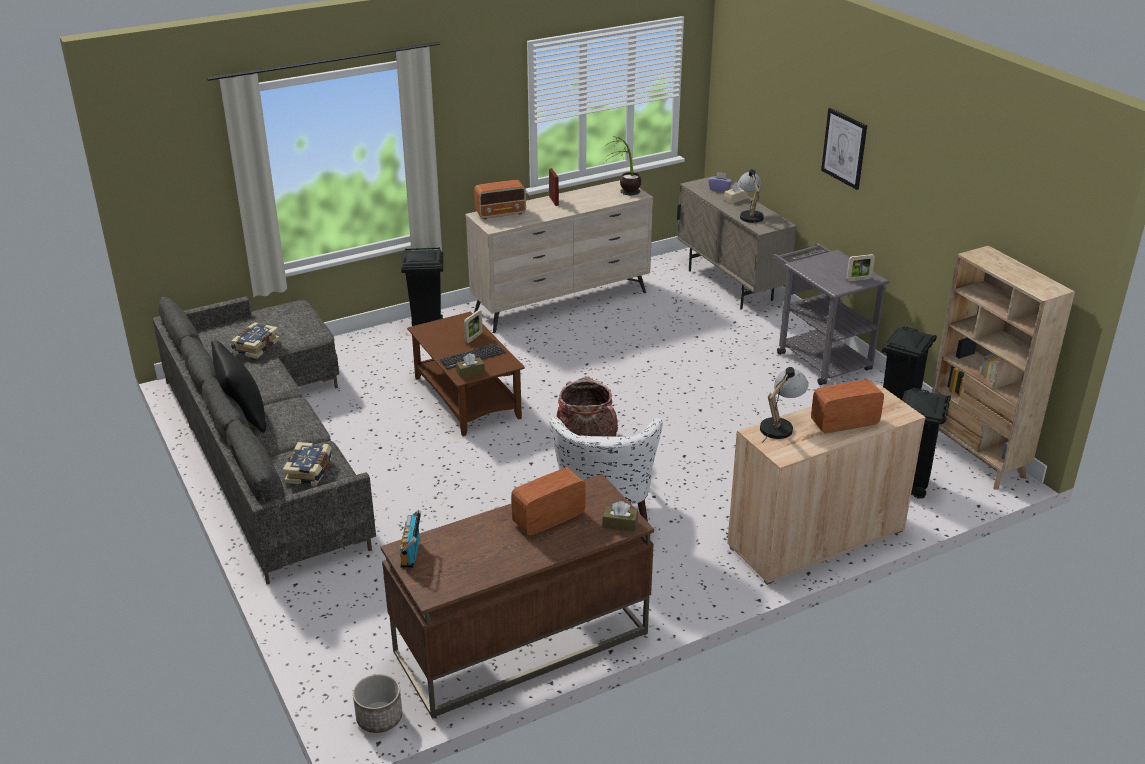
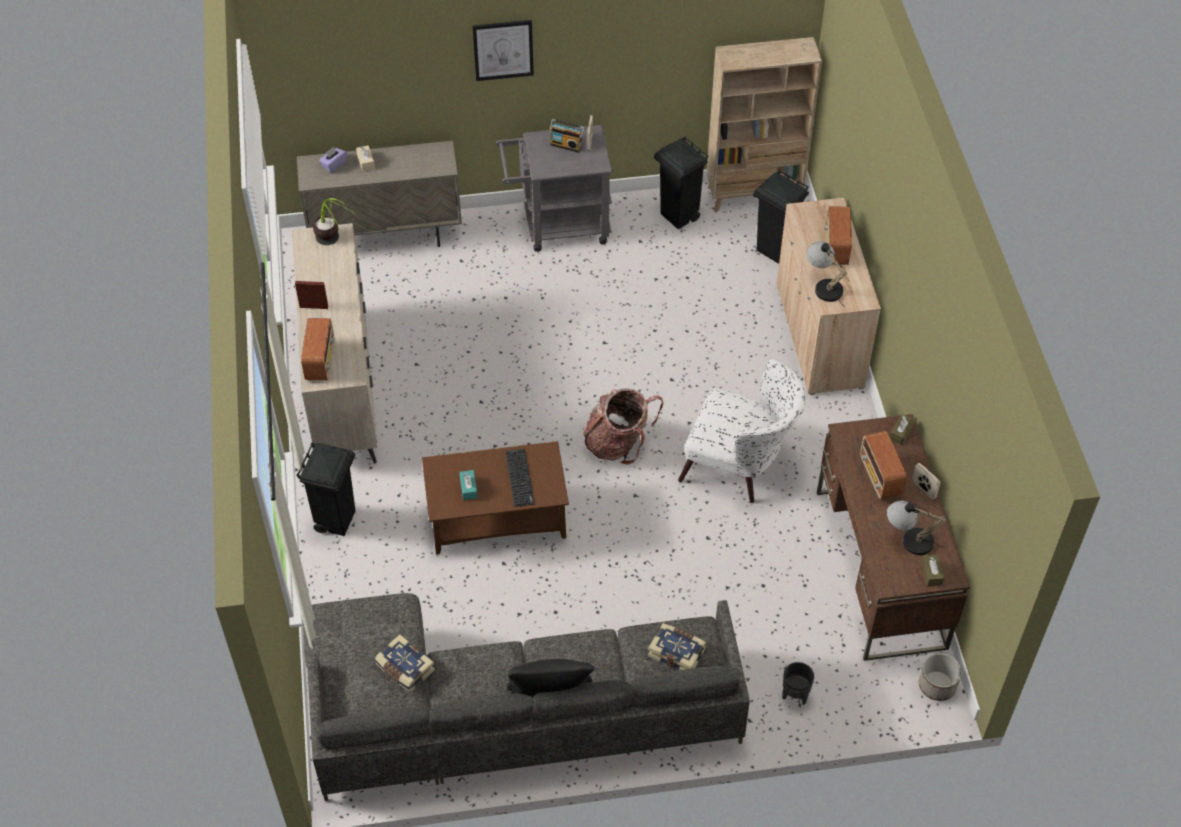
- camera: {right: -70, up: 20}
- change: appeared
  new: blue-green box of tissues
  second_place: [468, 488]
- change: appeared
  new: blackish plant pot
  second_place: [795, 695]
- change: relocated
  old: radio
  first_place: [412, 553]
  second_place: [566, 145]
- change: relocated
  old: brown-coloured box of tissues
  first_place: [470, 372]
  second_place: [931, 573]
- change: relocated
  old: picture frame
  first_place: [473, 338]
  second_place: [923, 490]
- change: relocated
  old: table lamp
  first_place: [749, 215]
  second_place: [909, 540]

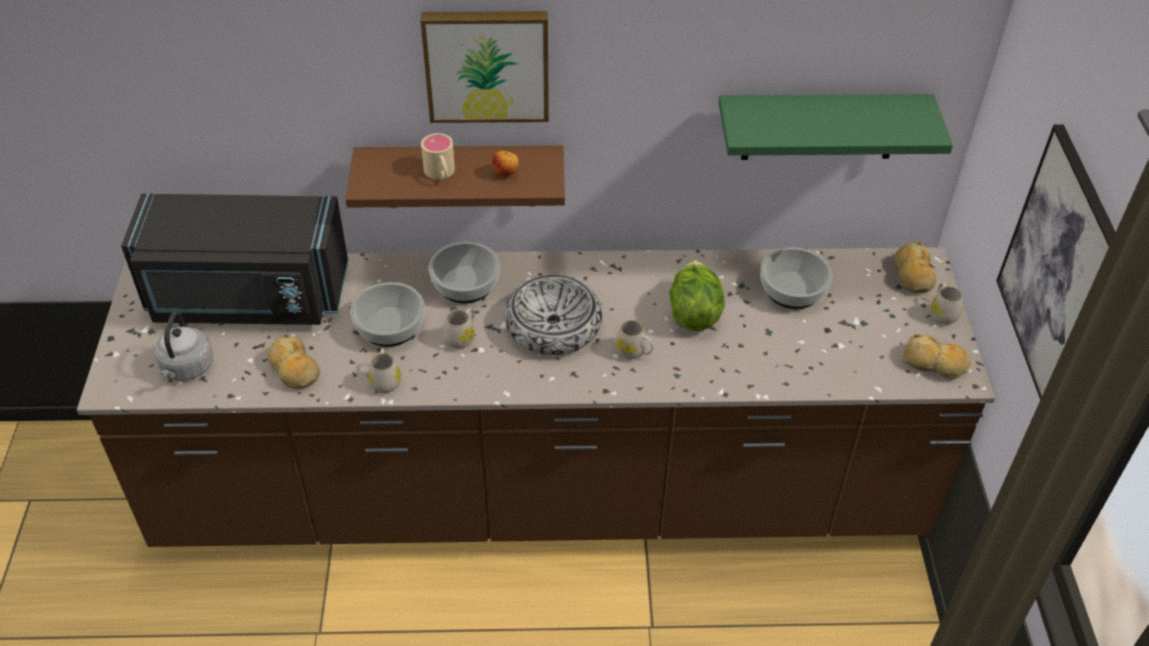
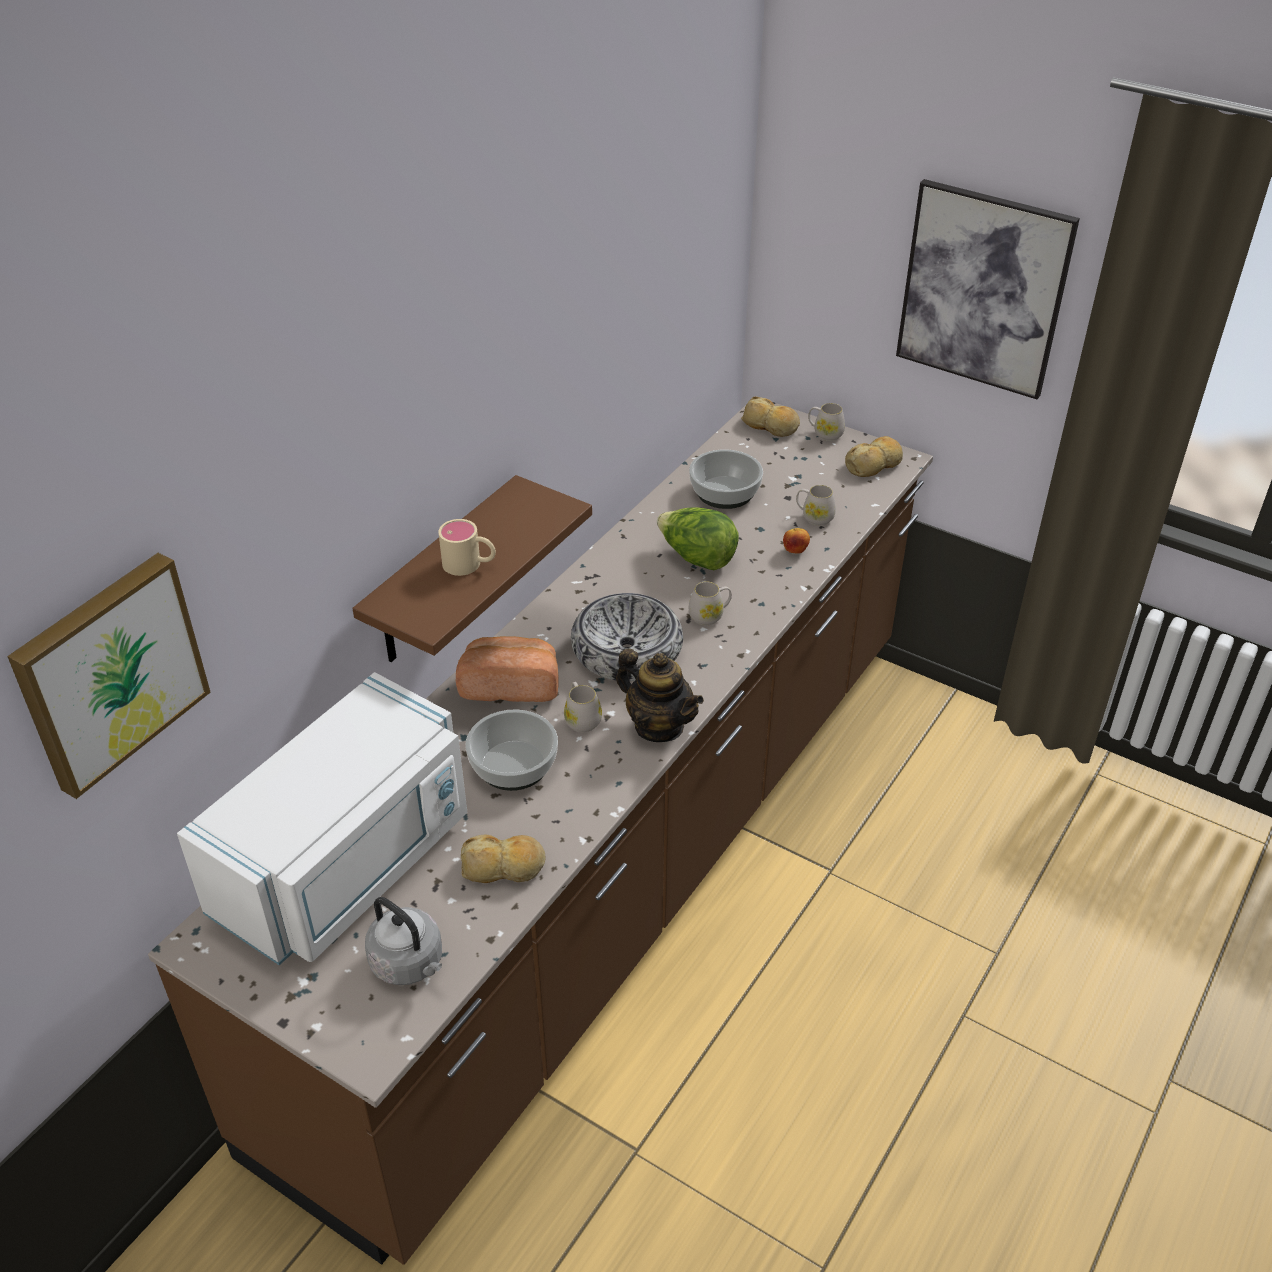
- camera: {right: -55, up: -5}
- change: missing
  old: greenish bracket shelf
  first_place: [820, 126]
- change: appeared
  new: tea pot
  second_place: [659, 726]
- change: relocated
  old: white mug
  first_place: [385, 380]
  second_place: [814, 517]
- change: relocated
  old: wall picture
  first_place: [487, 64]
  second_place: [109, 671]
- change: relocated
  old: apple fruit
  first_place: [506, 173]
  second_place: [795, 551]
- change: exchanged
  old: serving bowl
  new: bread
  first_place: [465, 285]
  second_place: [510, 684]
- change: colour
  old: blackish microwave oven
  new: white microwave oven
  first_place: [247, 298]
  second_place: [349, 864]

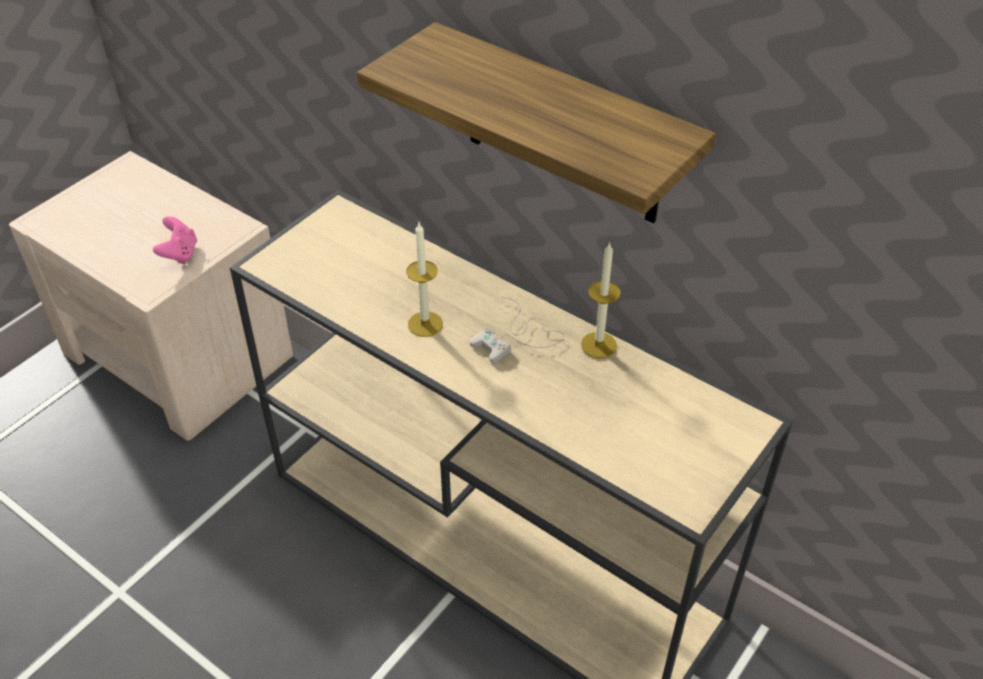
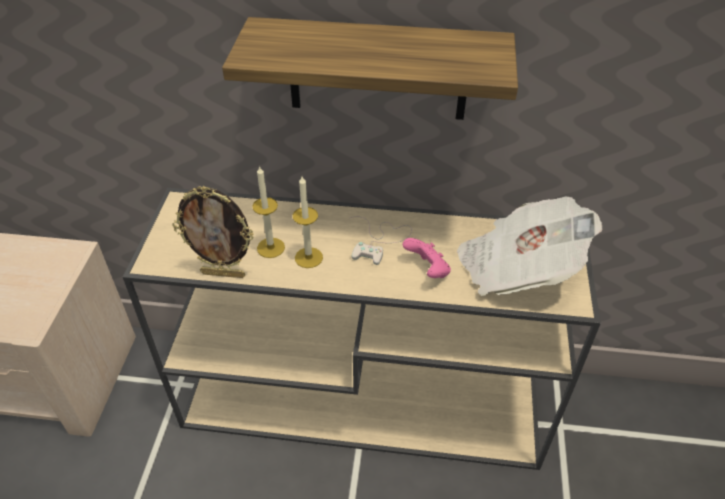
- camera: {right: -30, up: 0}
- change: appeared
  new: picture frame
  second_place: [224, 273]
- change: appeared
  new: daily paper
  second_place: [518, 268]
- change: relocated
  old: pink-coloured joypad
  first_place: [179, 254]
  second_place: [427, 270]
- change: relocated
  old: wax light
  first_place: [598, 345]
  second_place: [271, 248]

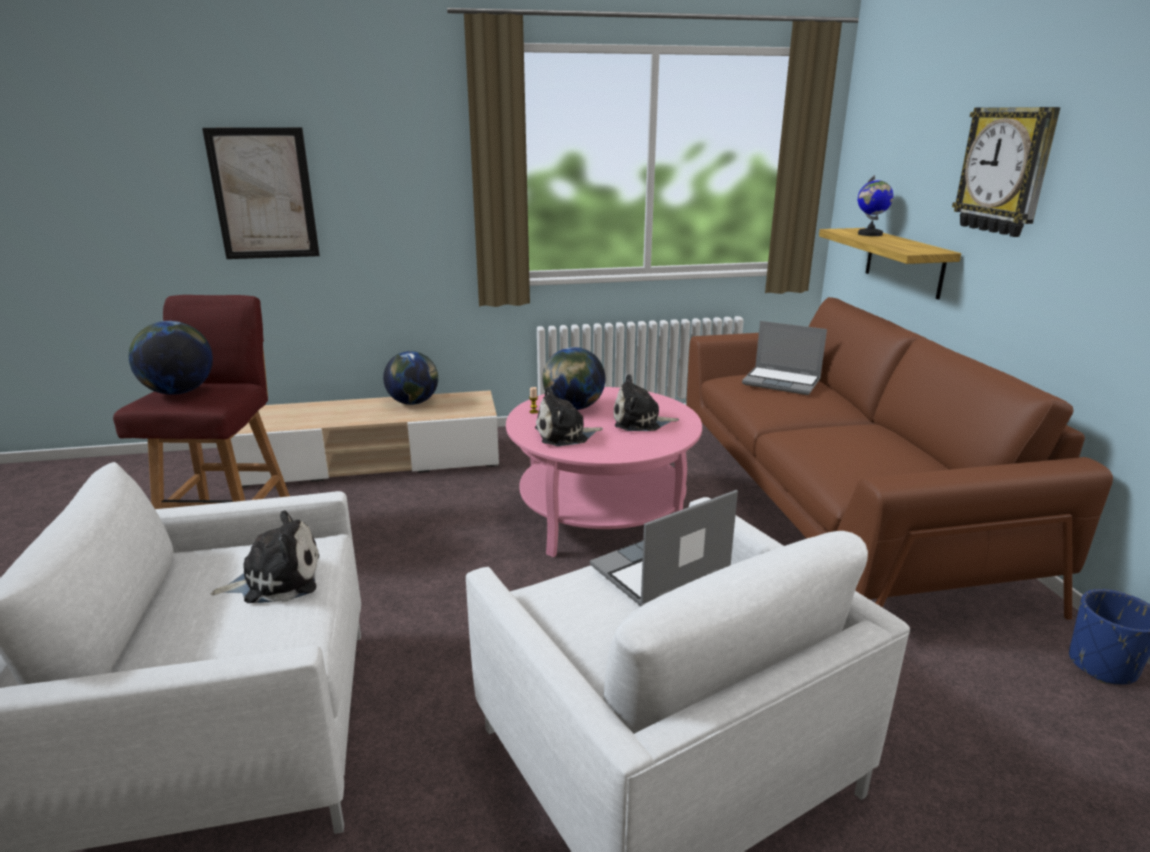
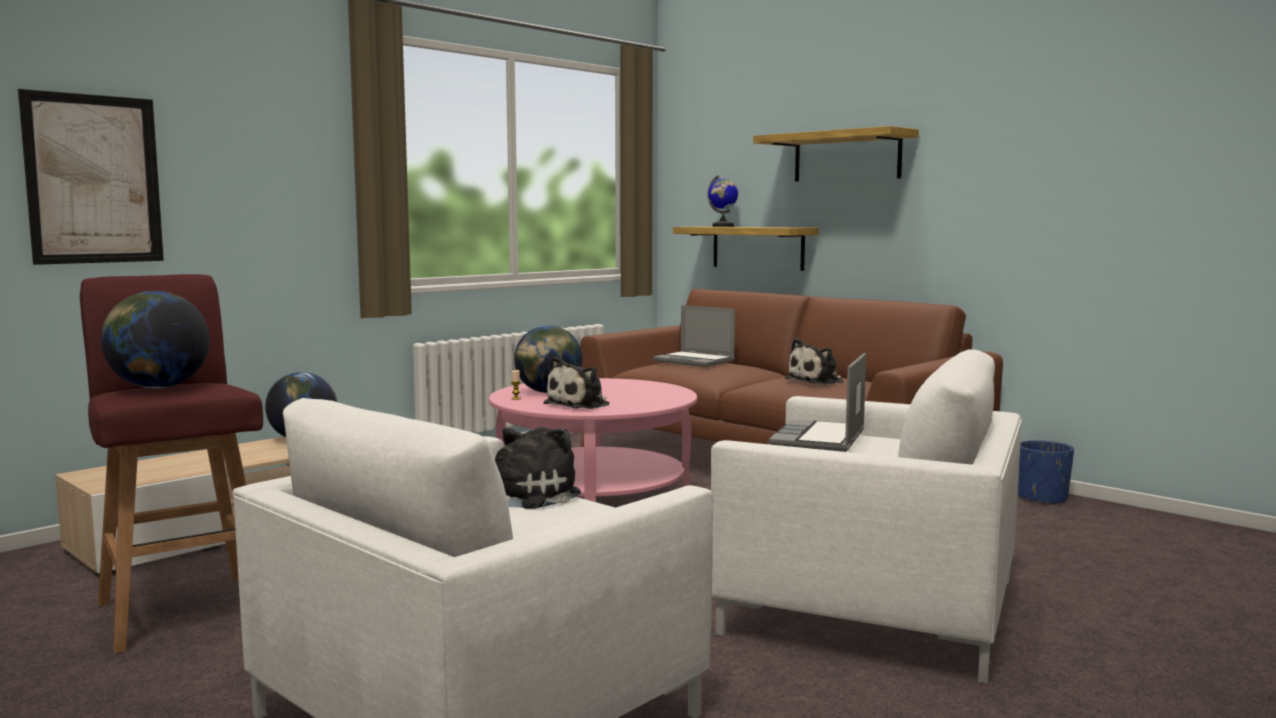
- camera: {right: -35, up: -15}
- change: relocated
  old: plush toy
  first_place: [640, 422]
  second_place: [817, 381]
- change: exchanged
  old: wall clock
  new: bracket shelf
  first_place: [1005, 171]
  second_place: [846, 157]
- change: spun
  old: portable computer
  first_place: [782, 382]
  second_place: [695, 361]
  degrees: 45

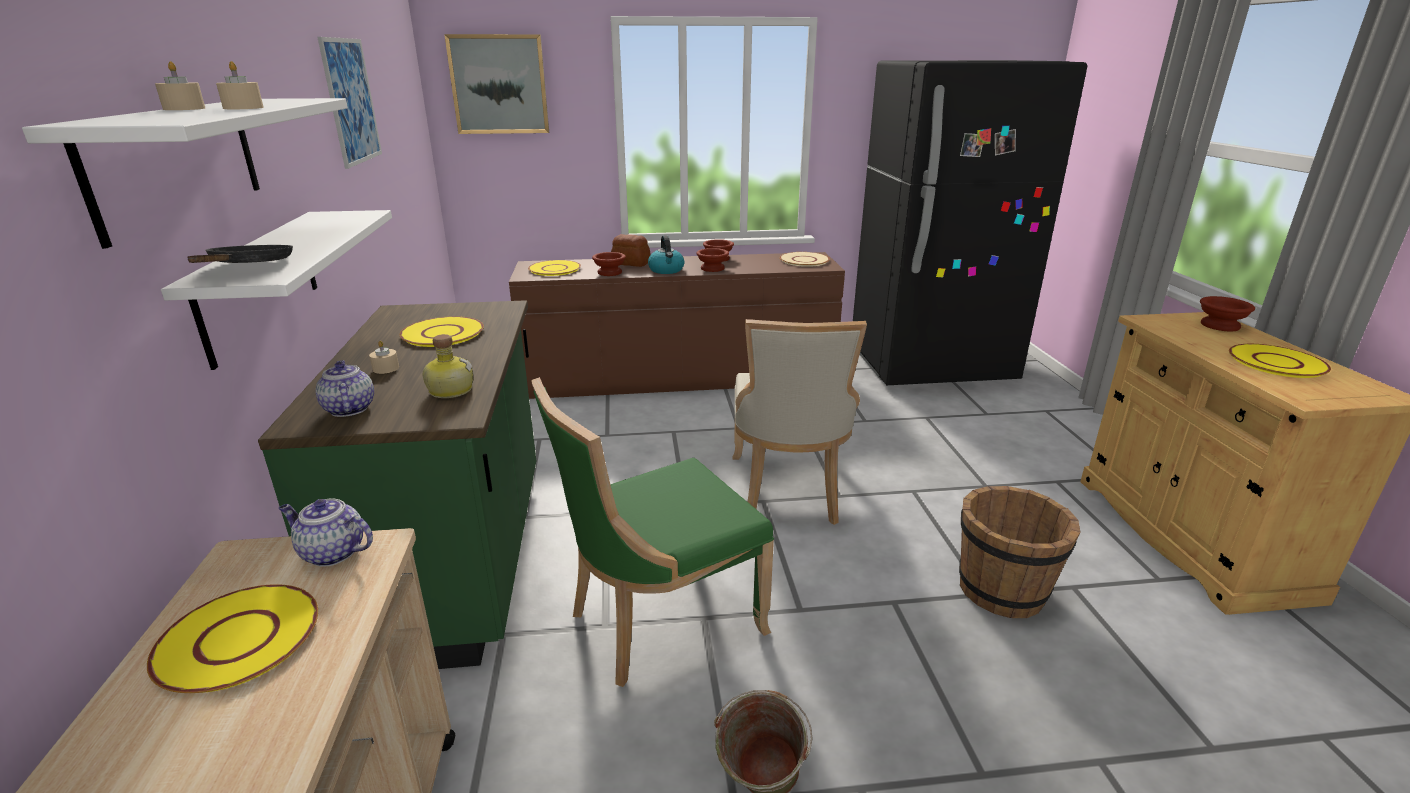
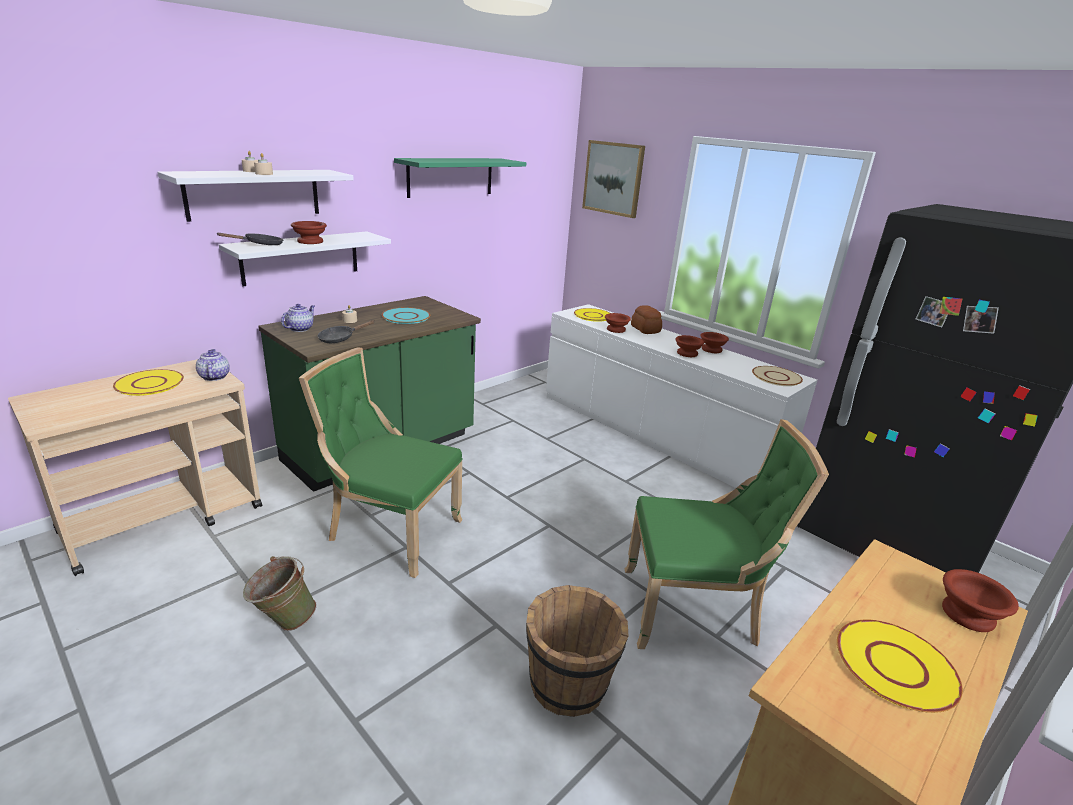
- camera: {right: 50, up: 0}
- change: missing
  old: kettle
  first_place: [666, 270]
- change: missing
  old: beige-coloured chair
  first_place: [787, 492]
- change: appeared
  new: brown-coloured serving bowl
  second_place: [310, 241]
- change: appeared
  new: greenish chair
  second_place: [694, 610]
- change: exchanged
  old: wall picture
  new: greenish bracket shelf
  first_place: [351, 101]
  second_place: [450, 177]
- change: exchanged
  old: drink bottle
  new: blackish pan
  first_place: [450, 390]
  second_place: [340, 338]
- change: colour
  old: yellowish dinner plate
  new: blue-green dinner plate
  first_place: [442, 333]
  second_place: [405, 316]
- change: colour
  old: brown-coloured dresser
  new: white dresser
  first_place: [679, 377]
  second_place: [655, 433]

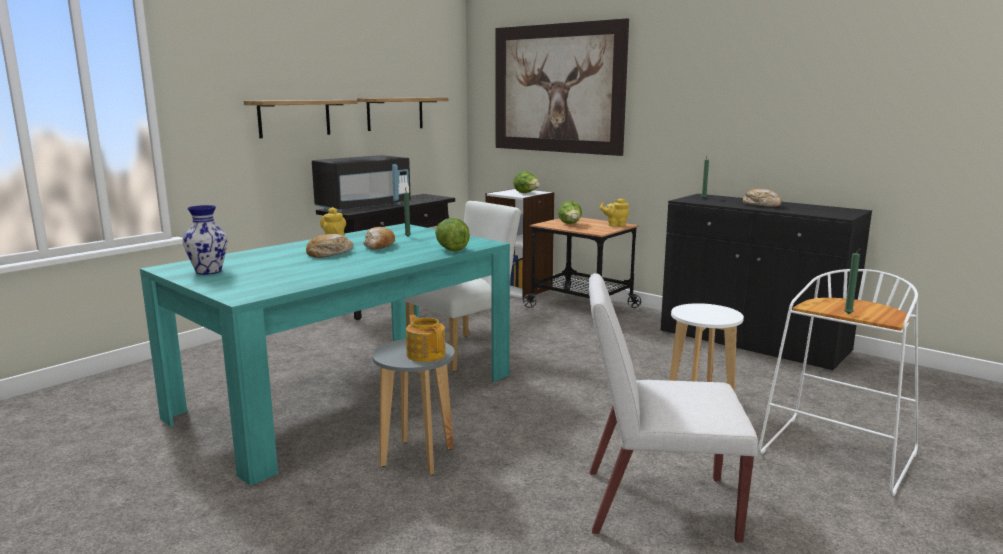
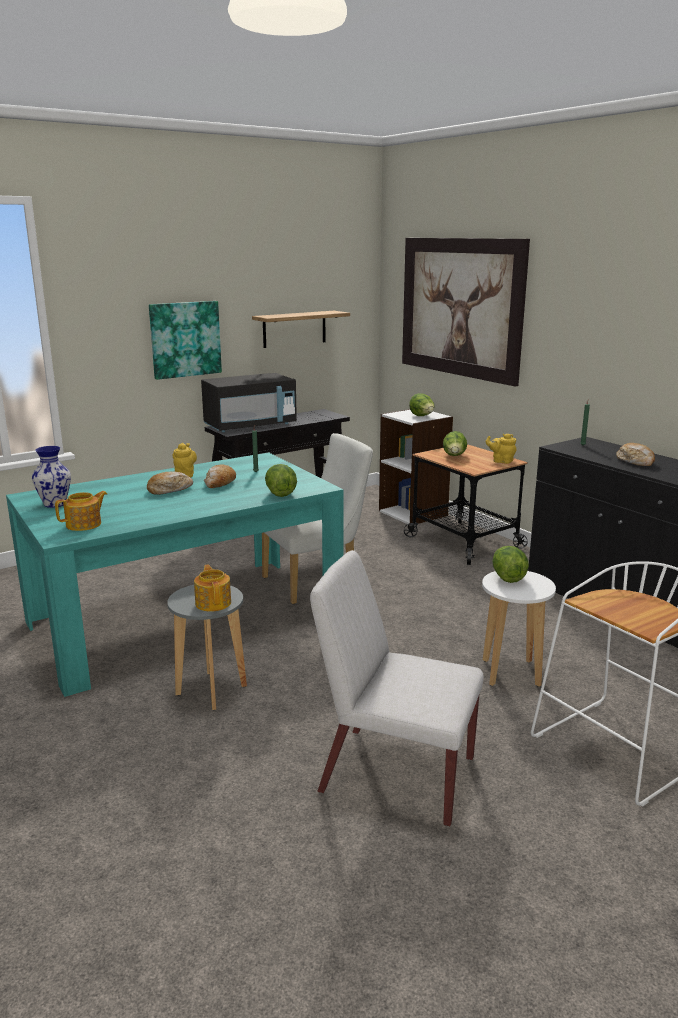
- camera: {right: 15, up: 5}
- change: missing
  old: greenish wax light
  first_place: [848, 314]
- change: appeared
  new: tea pot
  second_place: [84, 524]
- change: appeared
  new: lettuce head
  second_place: [507, 577]
- change: exchanged
  old: bracket shelf
  new: wall picture
  first_place: [294, 118]
  second_place: [185, 339]

